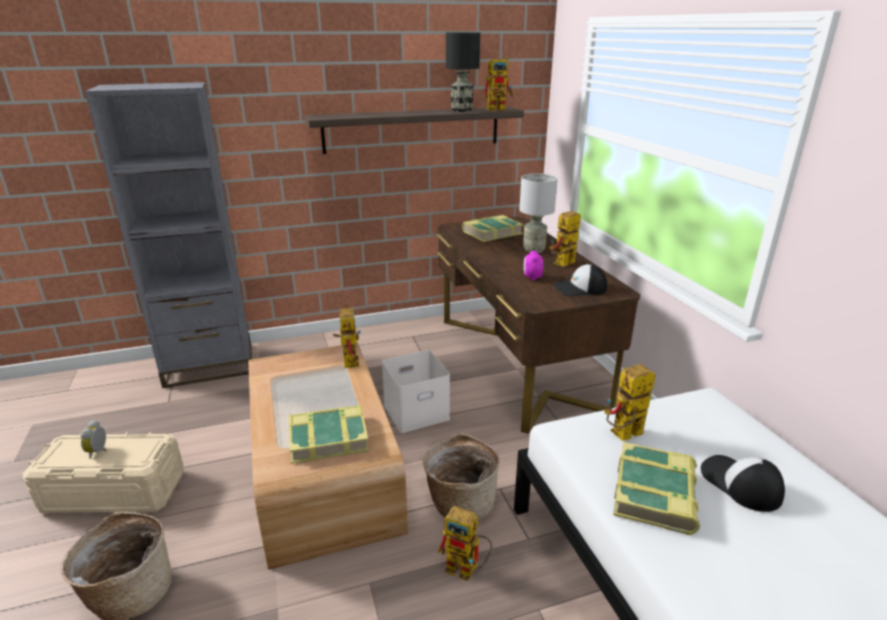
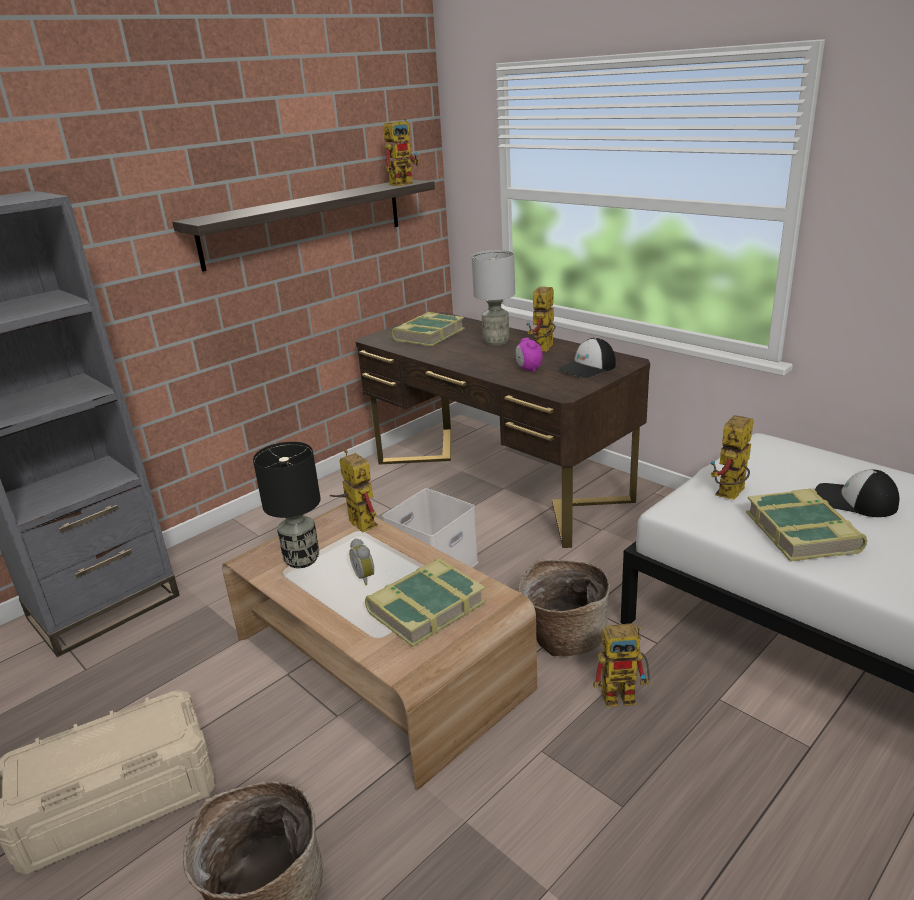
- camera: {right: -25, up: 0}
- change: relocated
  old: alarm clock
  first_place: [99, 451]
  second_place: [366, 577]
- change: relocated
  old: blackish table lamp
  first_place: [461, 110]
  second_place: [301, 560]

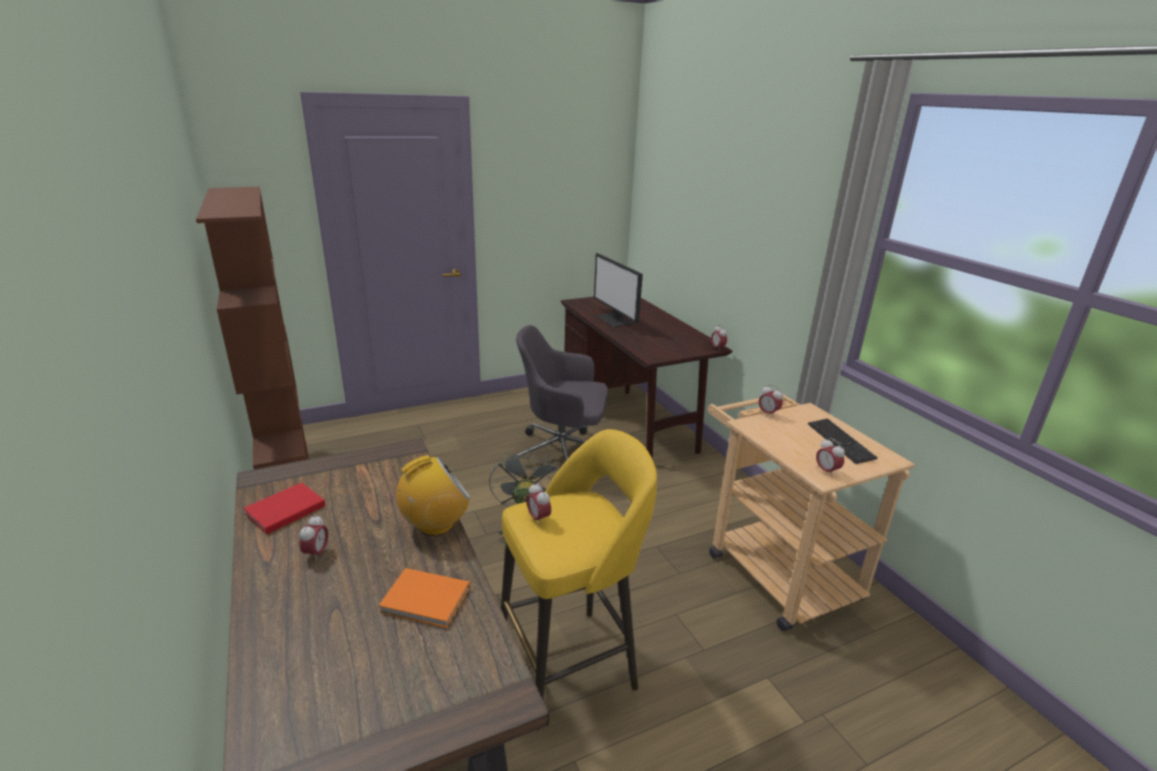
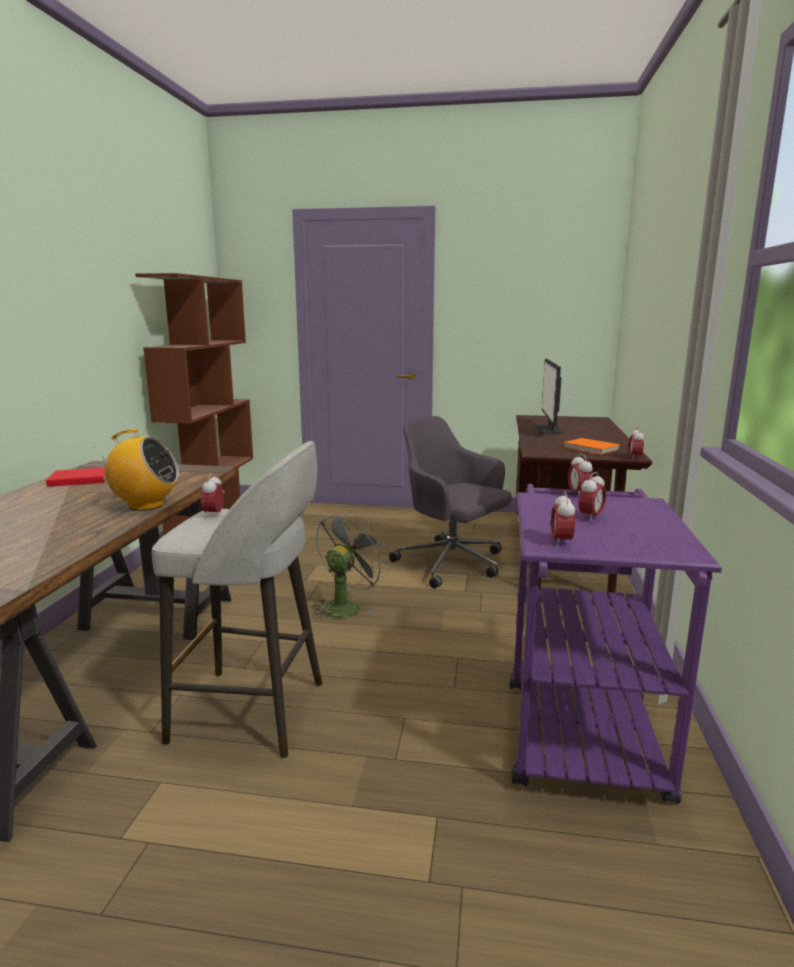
- camera: {right: 35, up: -10}
- change: missing
  old: computer keyboard
  first_place: [840, 442]
- change: relocated
  old: alarm clock
  first_place: [317, 553]
  second_place: [590, 517]
- change: relocated
  old: orange-coloured bound book
  first_place: [427, 601]
  second_place: [591, 449]
- change: colour
  old: yellowish sitting stool
  new: grey sitting stool
  first_place: [570, 664]
  second_place: [253, 712]
- change: colour
  old: beige-coloured trolley
  new: purple trolley
  first_place: [773, 568]
  second_place: [579, 724]

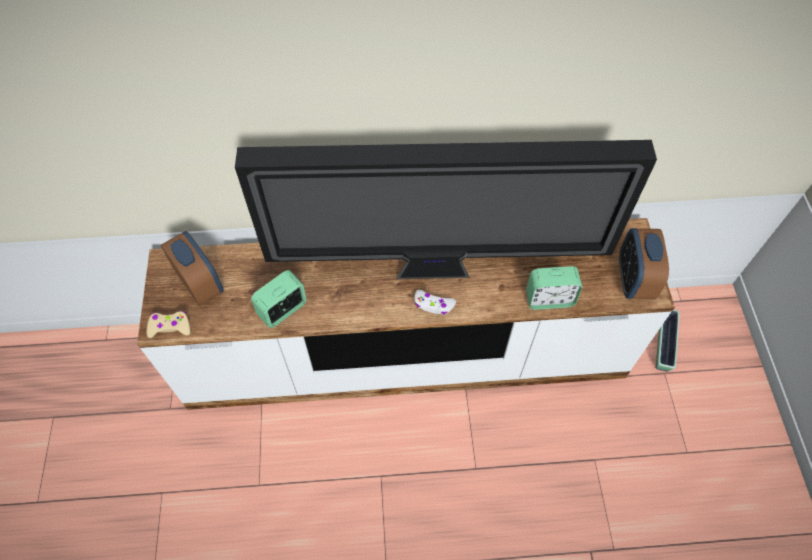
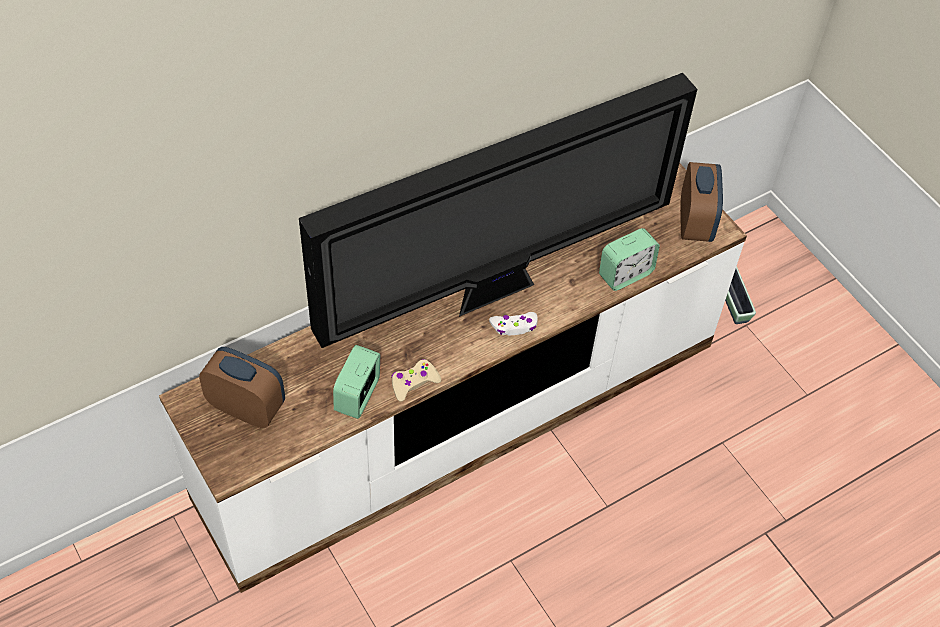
- camera: {right: -30, up: -5}
- change: relocated
  old: beige-coloured joypad
  first_place: [170, 327]
  second_place: [414, 383]
- change: spun
  old: alarm clock
  first_place: [633, 280]
  second_place: [695, 224]
  degrees: -150

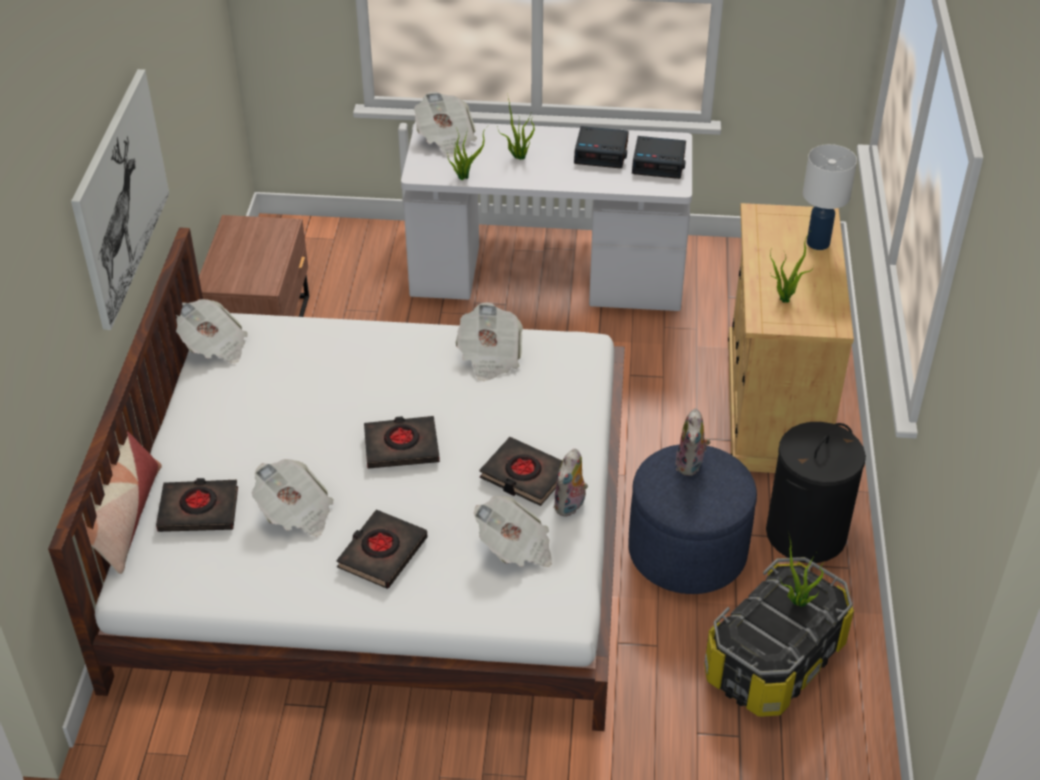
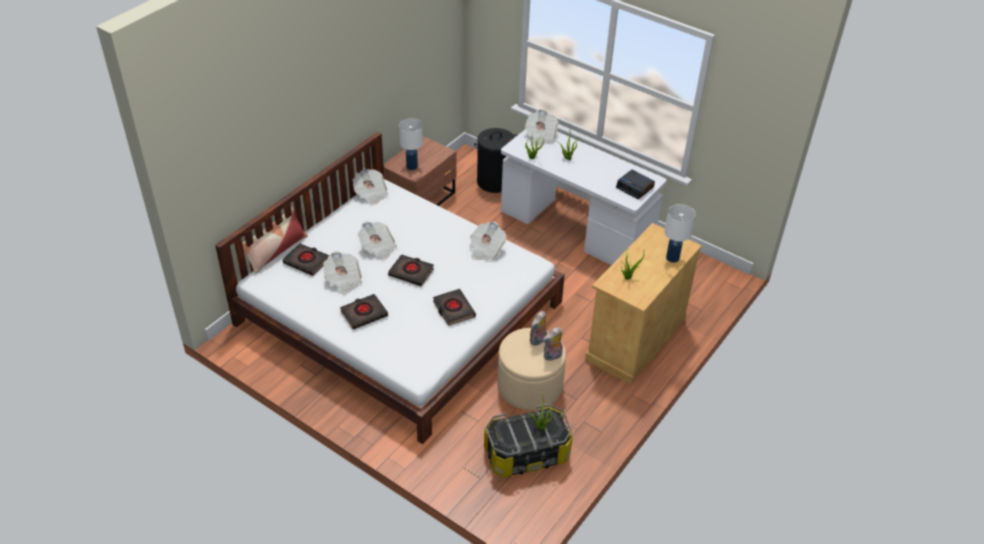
- camera: {right: 30, up: 0}
- change: missing
  old: wall picture
  first_place: [120, 196]
- change: missing
  old: alarm clock
  first_place: [601, 153]
- change: appeared
  new: white table lamp
  second_place: [412, 166]
- change: relocated
  old: daily paper
  first_place: [515, 548]
  second_place: [378, 248]
- change: relocated
  old: plush toy
  first_place: [570, 506]
  second_place: [552, 356]
- change: relocated
  old: blackish washing basket
  first_place: [806, 533]
  second_place: [495, 182]
- change: colour
  old: bluish pouffe
  new: beige-coloured pouffe
  first_place: [687, 551]
  second_place: [529, 386]

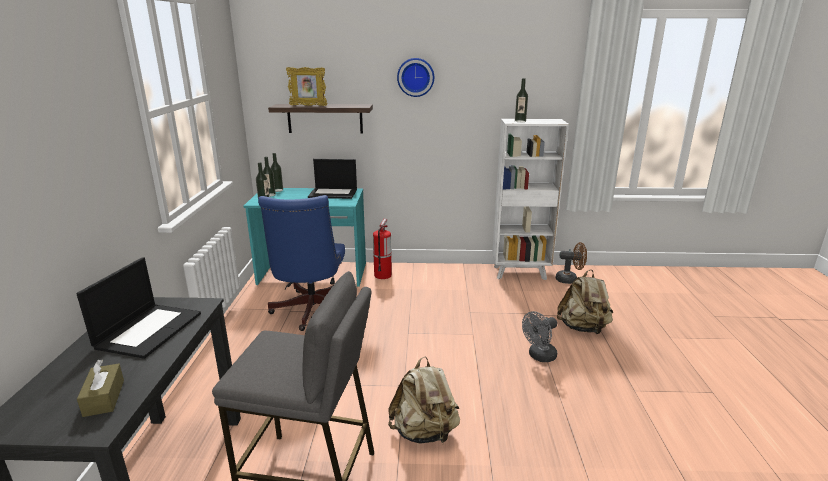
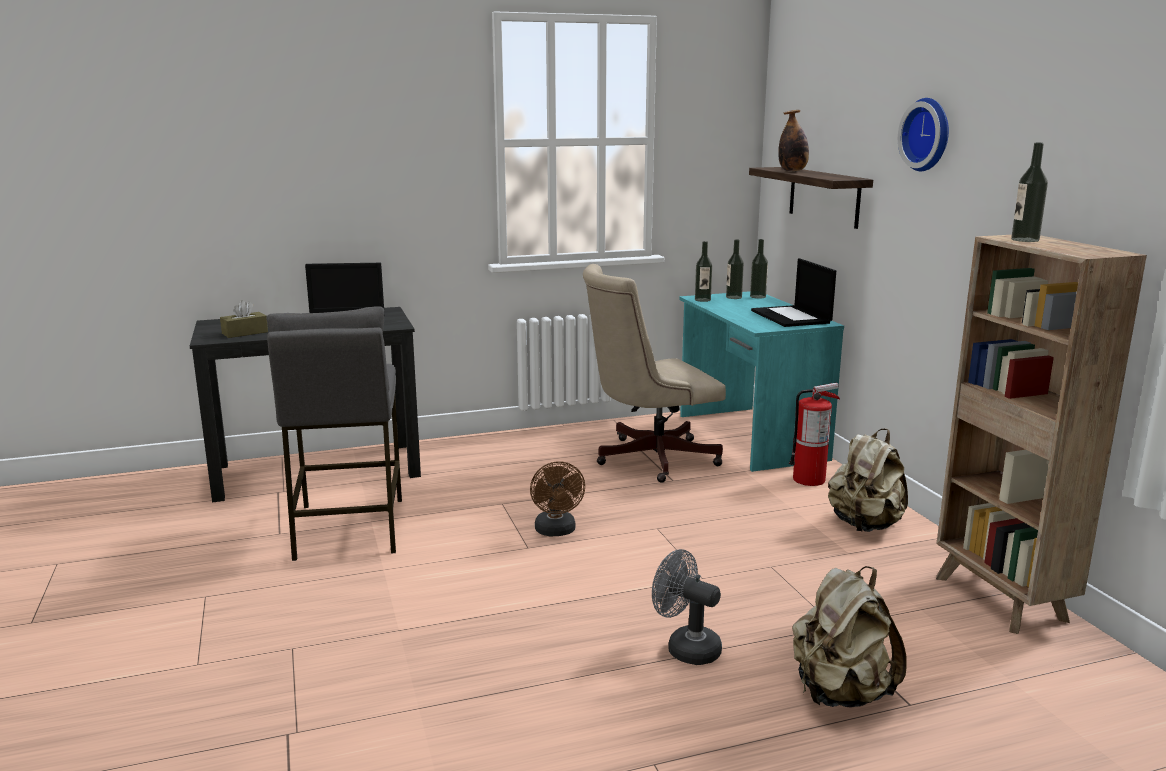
- camera: {right: 70, up: -5}
- change: relocated
  old: beige-coloured rucksack
  first_place: [424, 432]
  second_place: [865, 525]
- change: relocated
  old: brown-coloured cooling fan
  first_place: [569, 279]
  second_place: [556, 531]
- change: exchanged
  old: picture frame
  new: drink bottle
  first_place: [308, 105]
  second_place: [792, 171]
- change: colour
  old: bluish computer chair
  new: beige-coloured computer chair
  first_place: [310, 312]
  second_place: [648, 459]
- change: colour
  old: white bookcase
  new: brown-coloured bookcase
  first_place: [521, 273]
  second_place: [1001, 600]

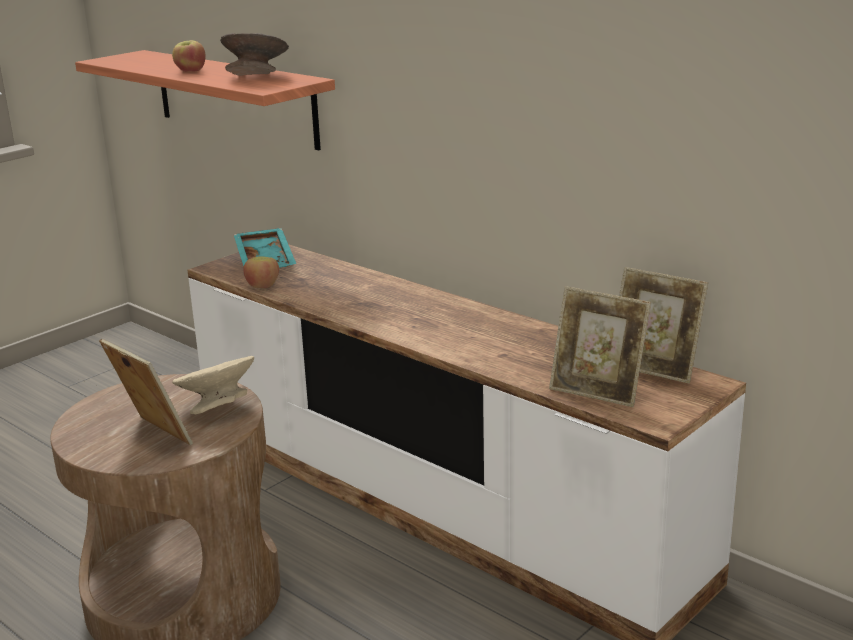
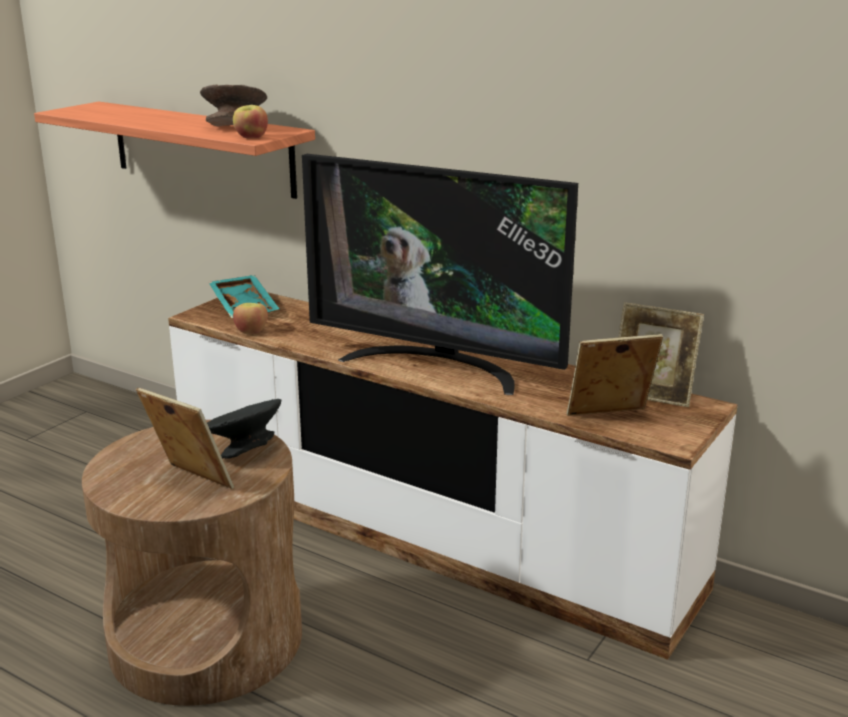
- camera: {right: -10, up: 0}
- change: appeared
  new: television
  second_place: [437, 365]
- change: relocated
  old: apple fruit
  first_place: [190, 71]
  second_place: [251, 137]
- change: colour
  old: beige-coloured serving bowl
  new: blackish serving bowl
  first_place: [217, 407]
  second_place: [244, 450]
- change: spun
  old: picture frame
  first_place: [597, 391]
  second_place: [609, 418]
  degrees: 150

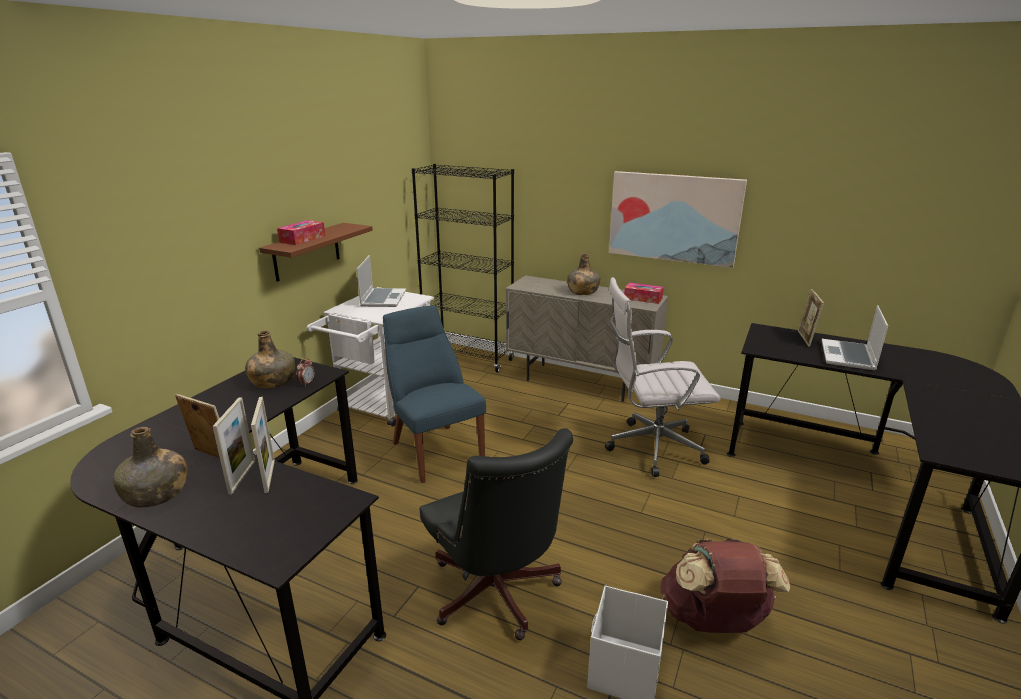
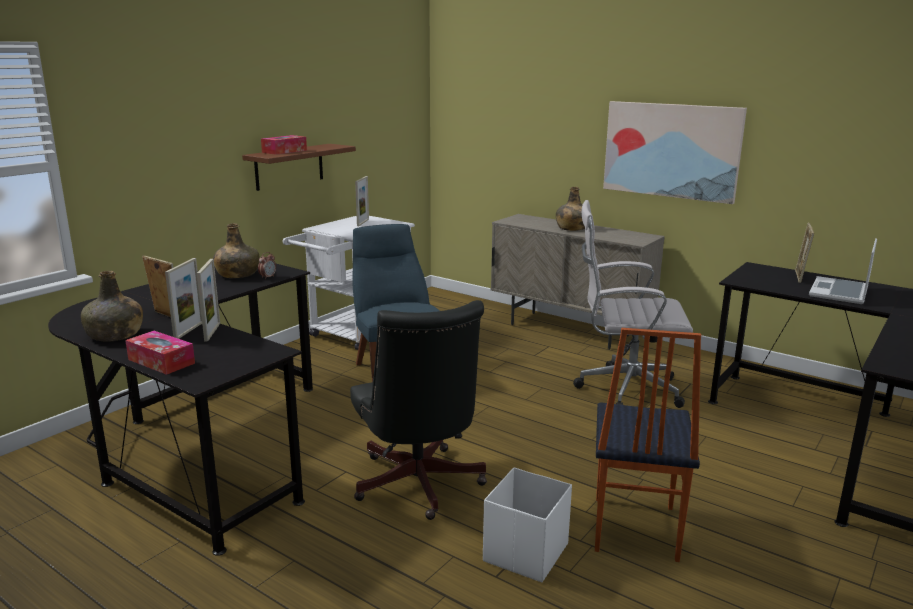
- camera: {right: 10, up: -5}
- change: missing
  old: blackish bookcase
  first_place: [468, 358]
- change: relocated
  old: box of tissues
  first_place: [643, 298]
  second_place: [161, 361]
- change: exchanged
  old: portable computer
  new: picture frame
  first_place: [383, 298]
  second_place: [363, 222]
- change: exchanged
  old: brown-coloured rucksack
  new: chair
  first_place: [713, 621]
  second_place: [633, 529]

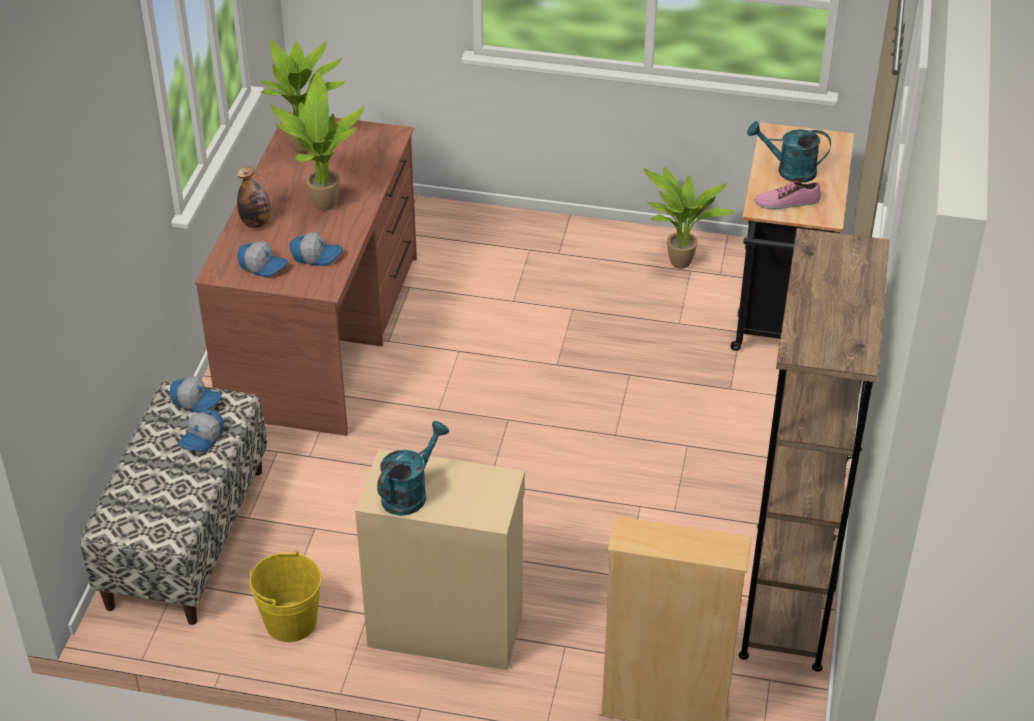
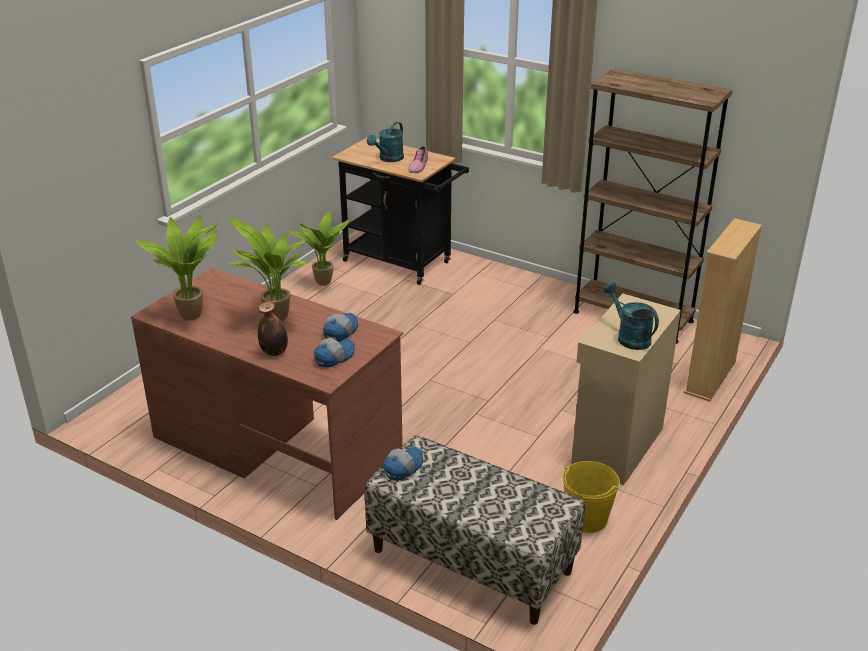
- camera: {right: -70, up: -10}
- change: missing
  old: cap
  first_place: [203, 438]

